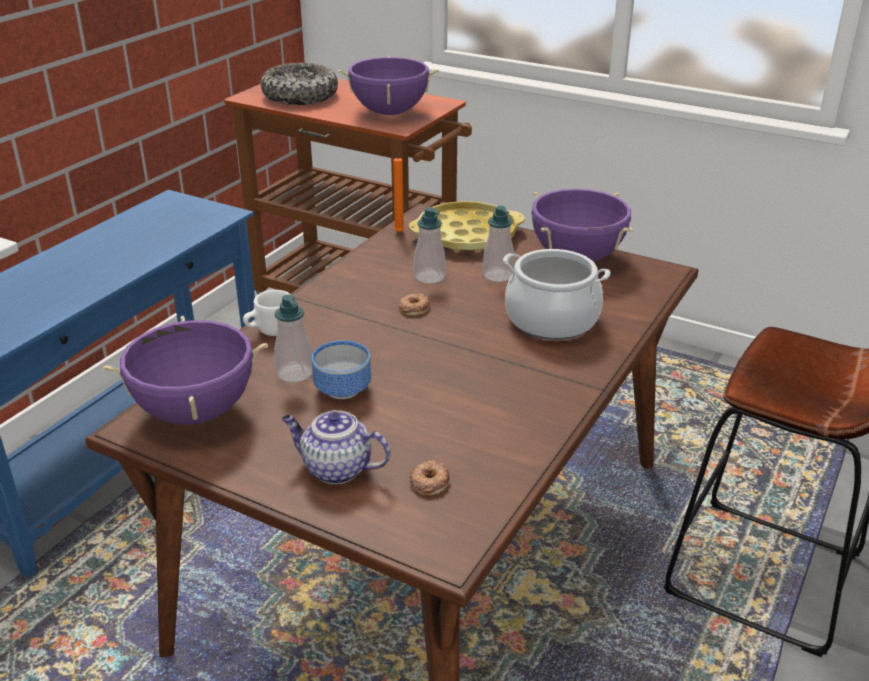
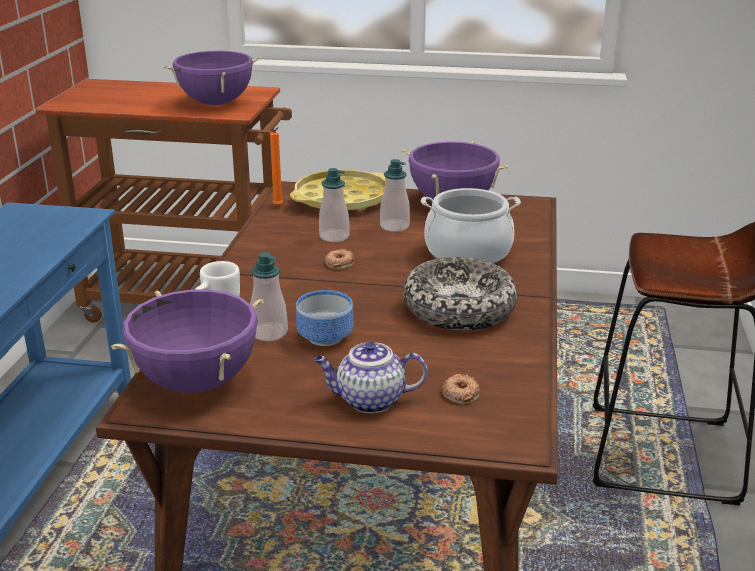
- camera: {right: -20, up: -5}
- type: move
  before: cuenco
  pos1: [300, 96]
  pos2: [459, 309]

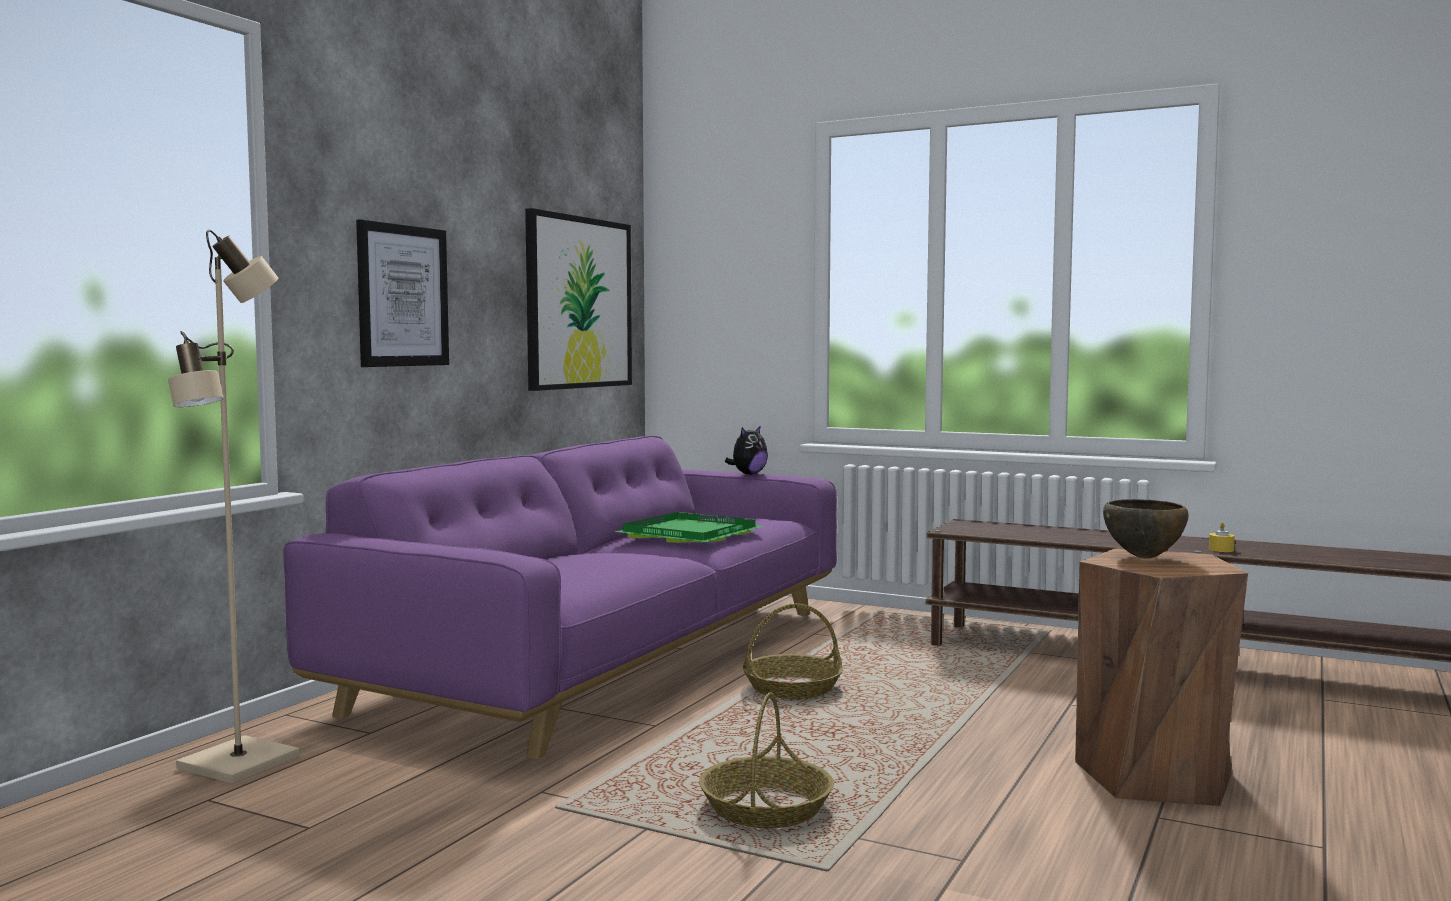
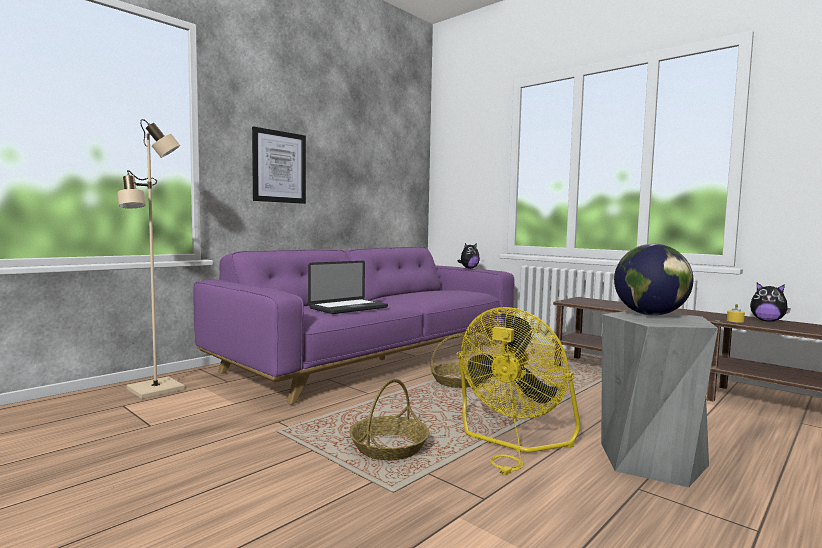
- camera: {right: 15, up: 0}
- type: insert
  after: portátil
  pos2: [348, 308]
- type: insert
  after: ventilador/amarillo
  pos2: [507, 440]
- type: recolor
  before: taburete/marrón
  after: taburete/gris
  pos1: [1155, 777]
  pos2: [651, 460]
- type: replace
  before: cuenco/marrón
  after: globo terráqueo
  pos1: [1144, 557]
  pos2: [650, 315]
- type: insert
  after: peluche
  pos2: [767, 321]
- type: delete
  before: cuadro
  pos1: [579, 303]
- type: delete
  before: bandeja/verde
  pos1: [687, 534]

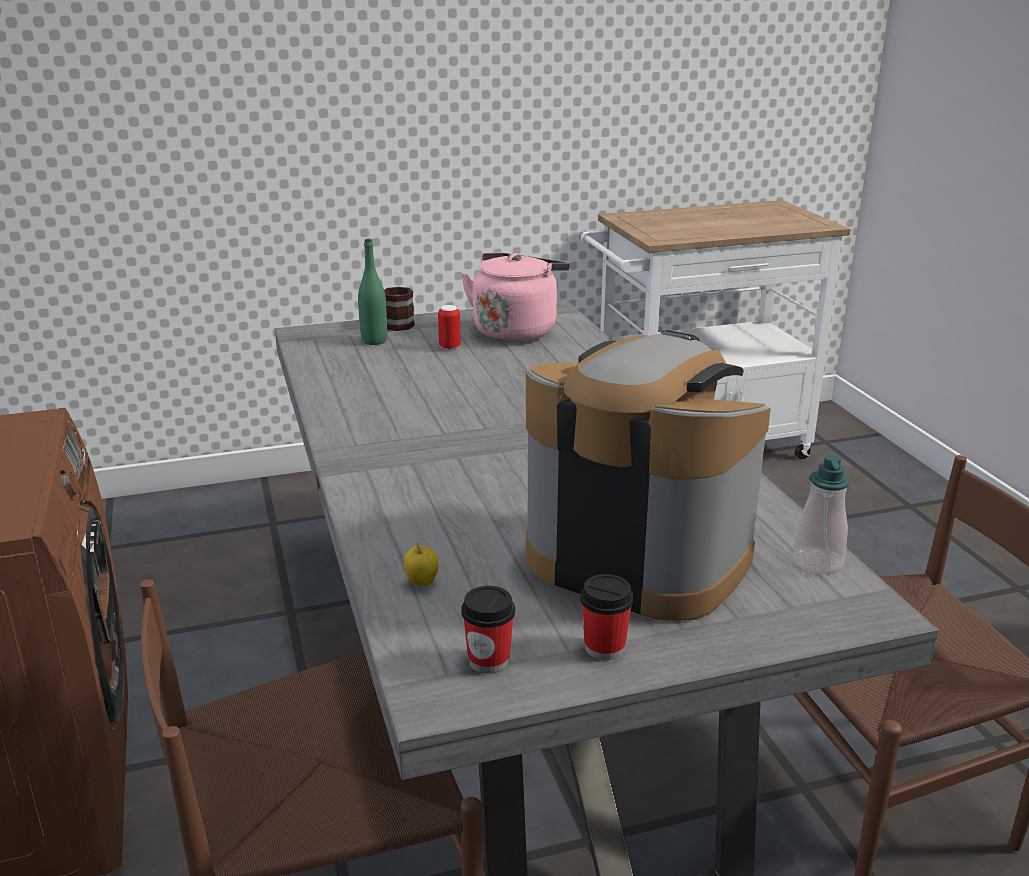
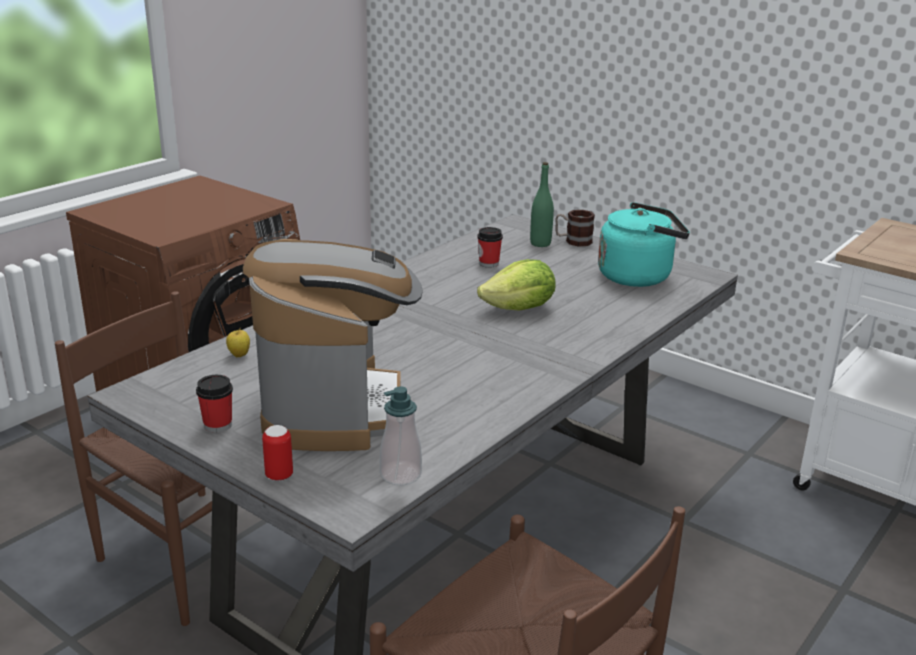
- camera: {right: 55, up: 0}
- type: move
  before: lata
  pos1: [449, 347]
  pos2: [279, 476]
- type: move
  before: taza
  pos1: [488, 660]
  pos2: [489, 264]
- type: insert
  after: lechuga
  pos2: [519, 309]
- type: recolor
  before: hervidor/rosa
  after: hervidor/turquesa
  pos1: [516, 330]
  pos2: [638, 276]

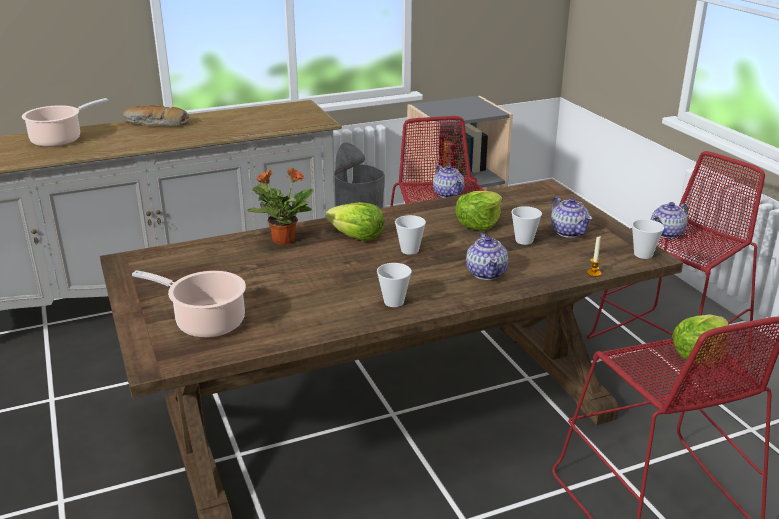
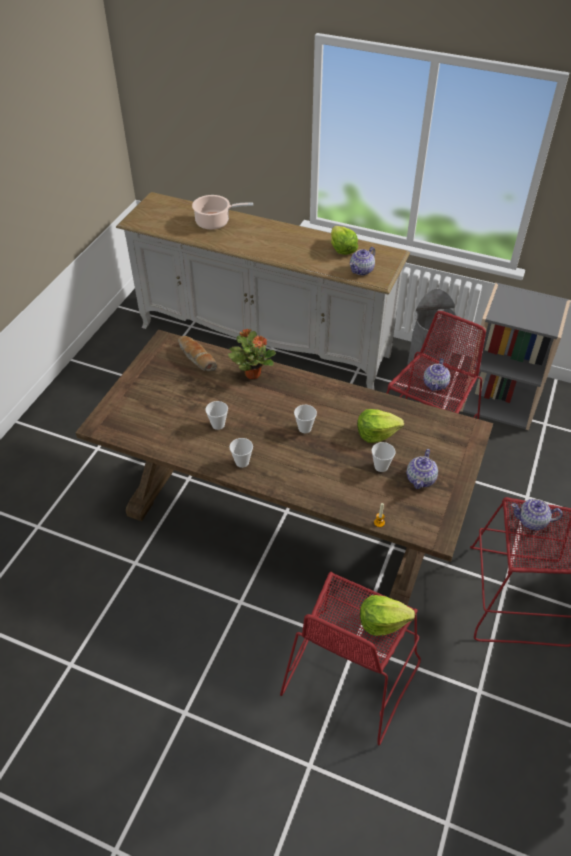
- camera: {right: 45, up: 20}
- type: move
  before: pan
  pos1: [156, 124]
  pos2: [196, 358]
- type: move
  before: taza
  pos1: [643, 254]
  pos2: [218, 425]
- type: move
  before: lechuga
  pos1: [357, 236]
  pos2: [342, 249]
- type: move
  before: tetera
  pos1: [486, 273]
  pos2: [362, 270]
- type: delete
  before: olla
  pos1: [206, 322]

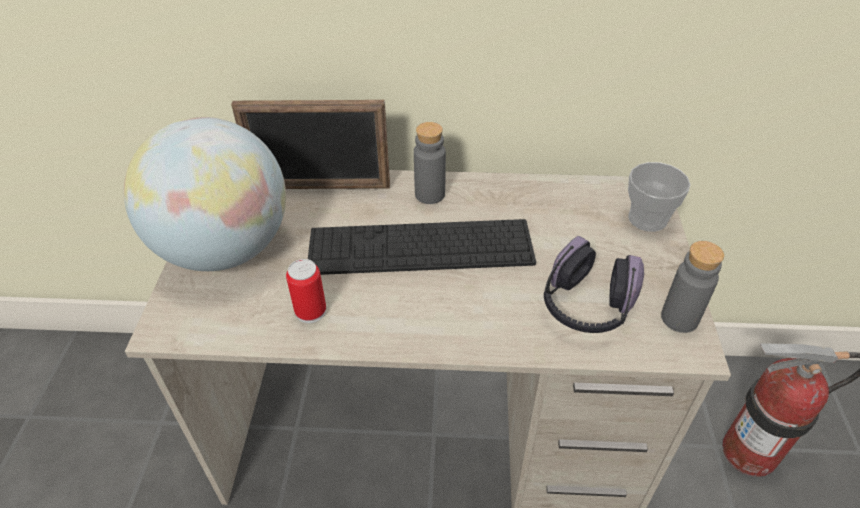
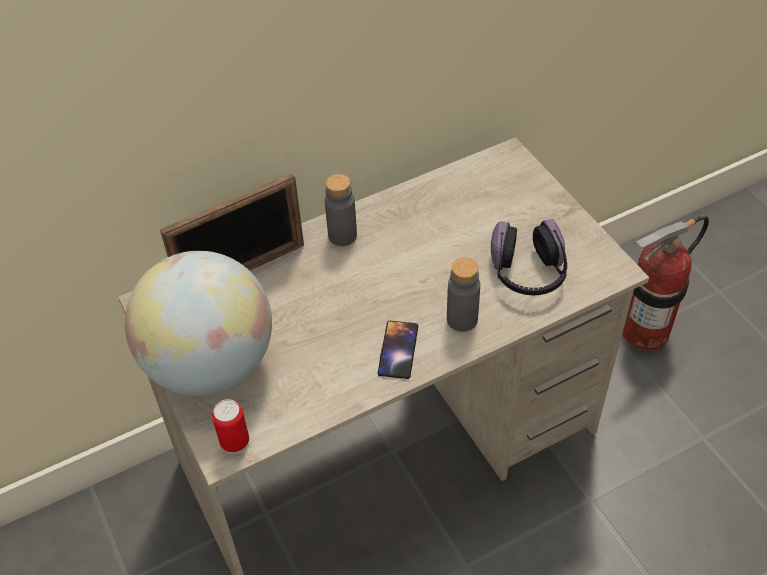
- camera: {right: -30, up: 5}
- type: move
  before: lata
  pos1: [310, 311]
  pos2: [235, 442]
- type: insert
  after: móvil
  pos2: [398, 350]
- type: move
  before: botella/gris
  pos1: [679, 318]
  pos2: [462, 319]
- type: delete
  before: teclado
  pos1: [420, 247]
- type: delete
  before: taza
  pos1: [647, 219]

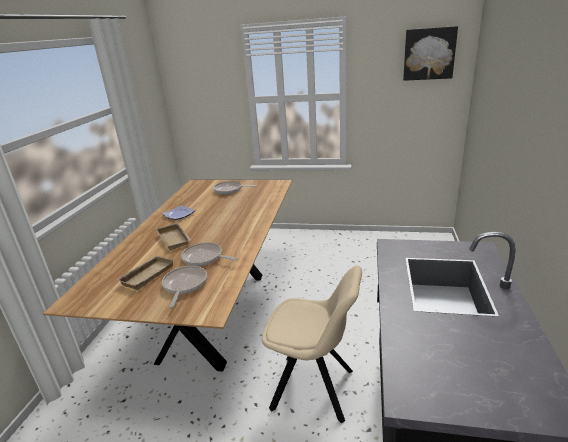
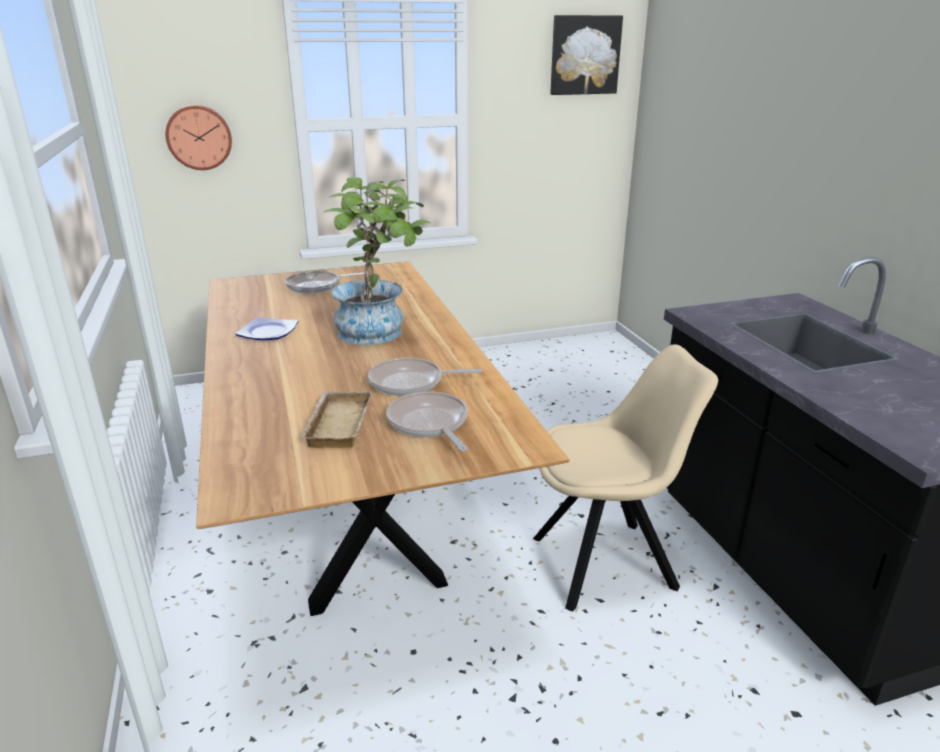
- camera: {right: -30, up: 0}
- type: insert
  after: reloj de pared
  pos2: [199, 137]
- type: insert
  after: planta en maceta
  pos2: [380, 333]
- type: delete
  before: bandeja/beis
  pos1: [175, 239]

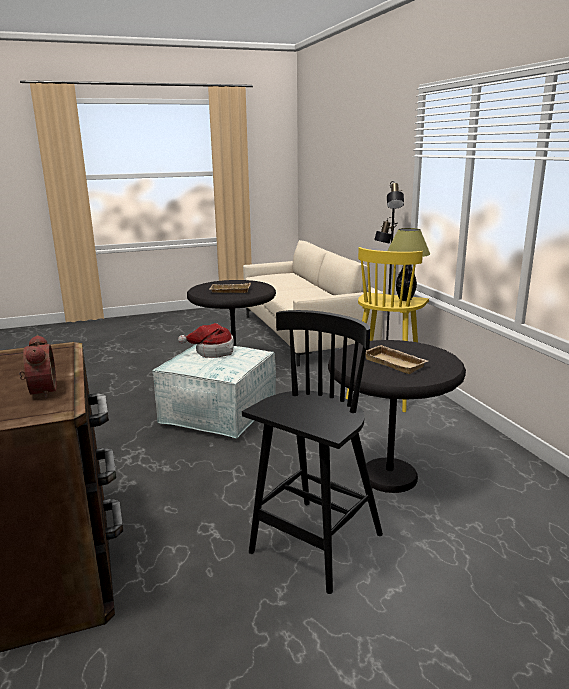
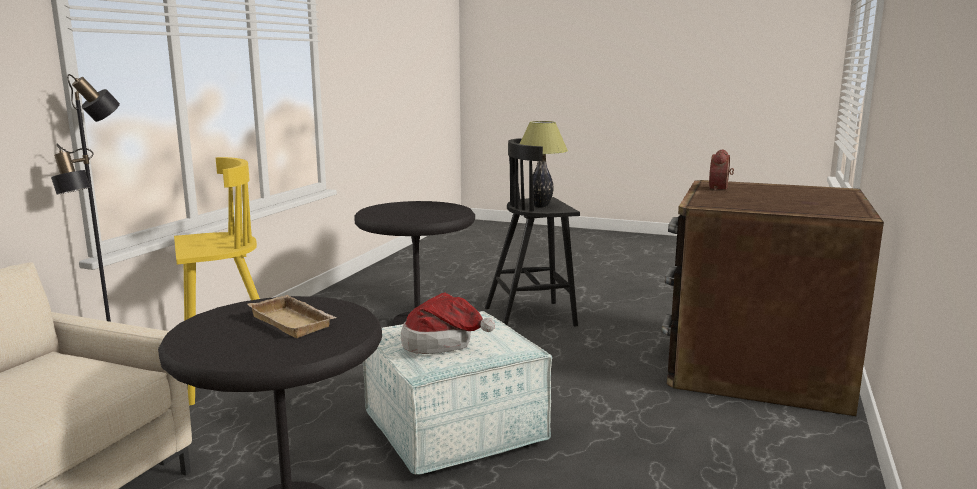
- camera: {right: -140, up: -5}
- type: move
  before: lámpara de mesa
  pos1: [405, 300]
  pos2: [541, 206]
- type: delete
  before: bandeja/beis
  pos1: [396, 363]

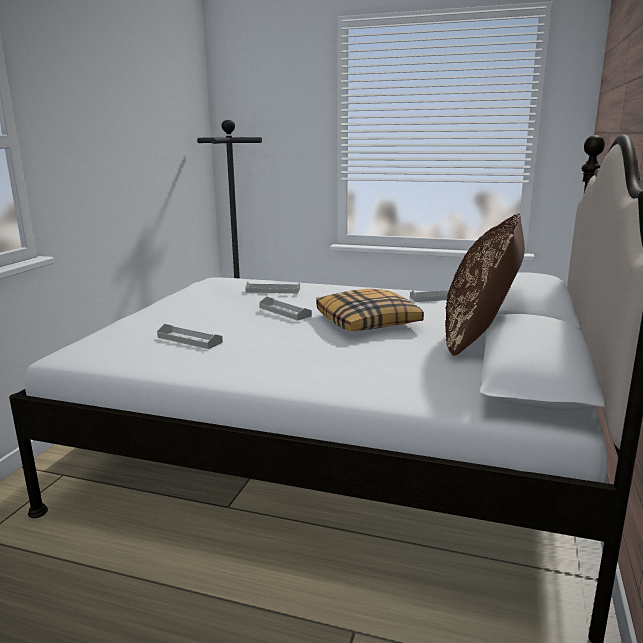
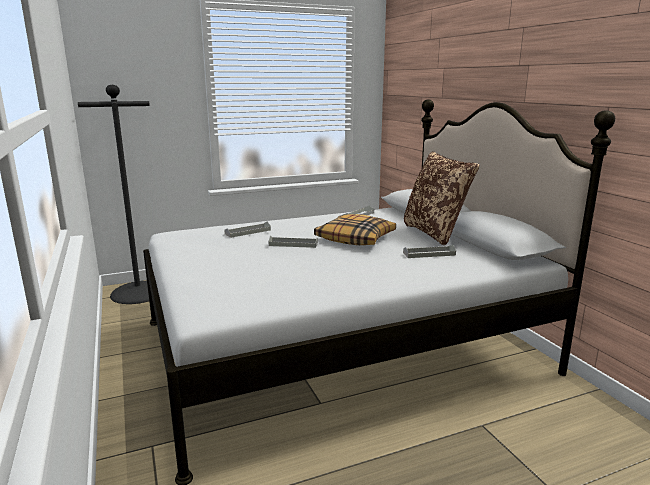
- camera: {right: -40, up: 0}
- type: move
  before: bandeja/gris
  pos1: [189, 340]
  pos2: [429, 254]

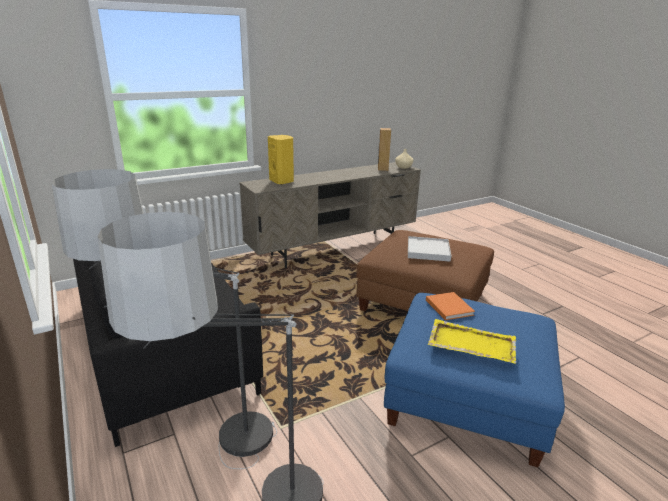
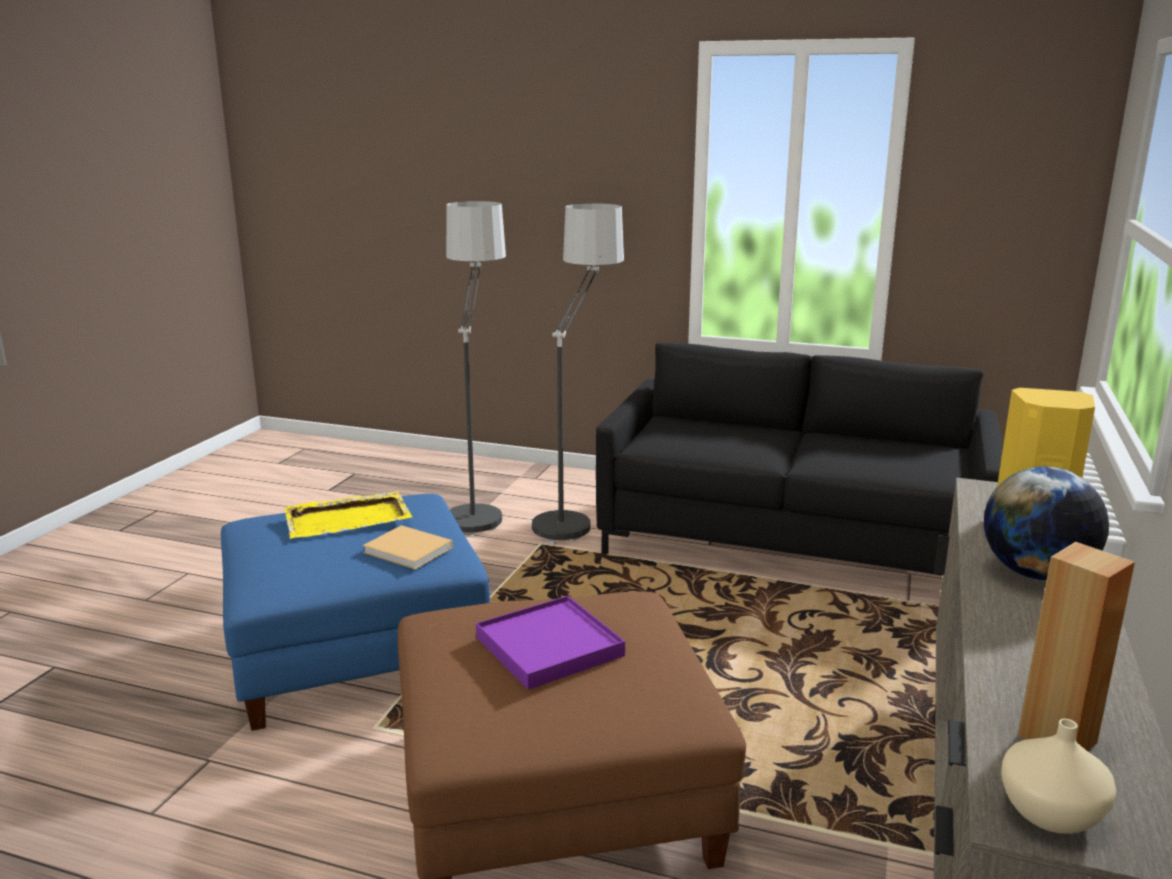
- camera: {right: 140, up: -5}
- type: recolor
  before: libro/naranja
  after: libro/beis
  pos1: [448, 306]
  pos2: [410, 551]
- type: recolor
  before: bandeja/blanco
  after: bandeja/morado
  pos1: [428, 251]
  pos2: [549, 647]
- type: insert
  after: globo terráqueo
  pos2: [1036, 574]

